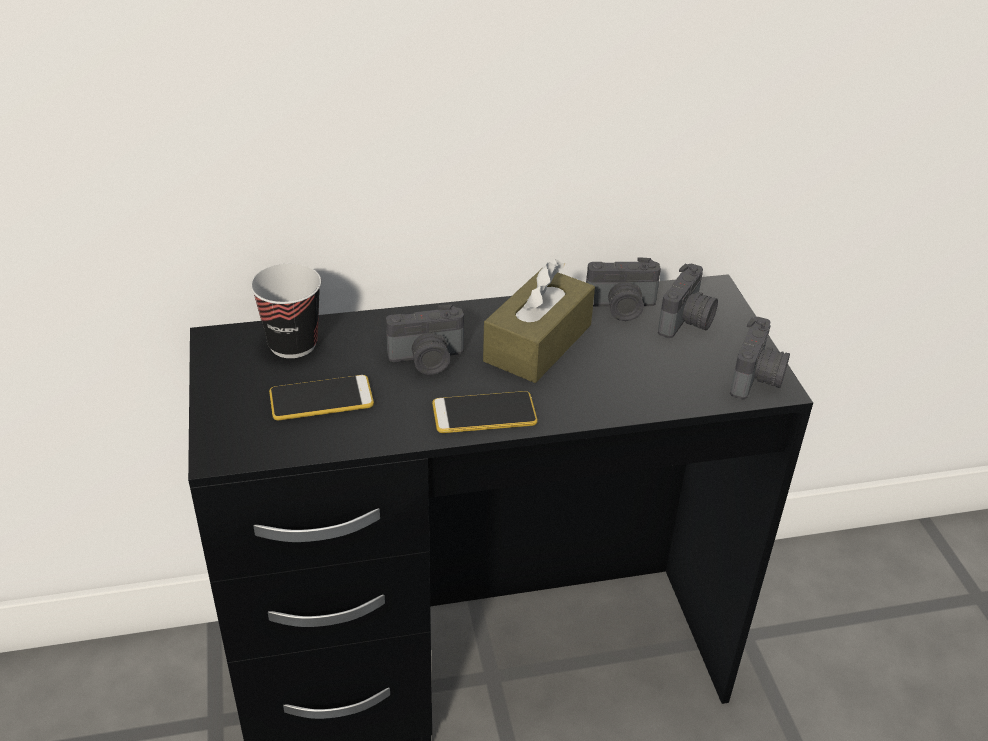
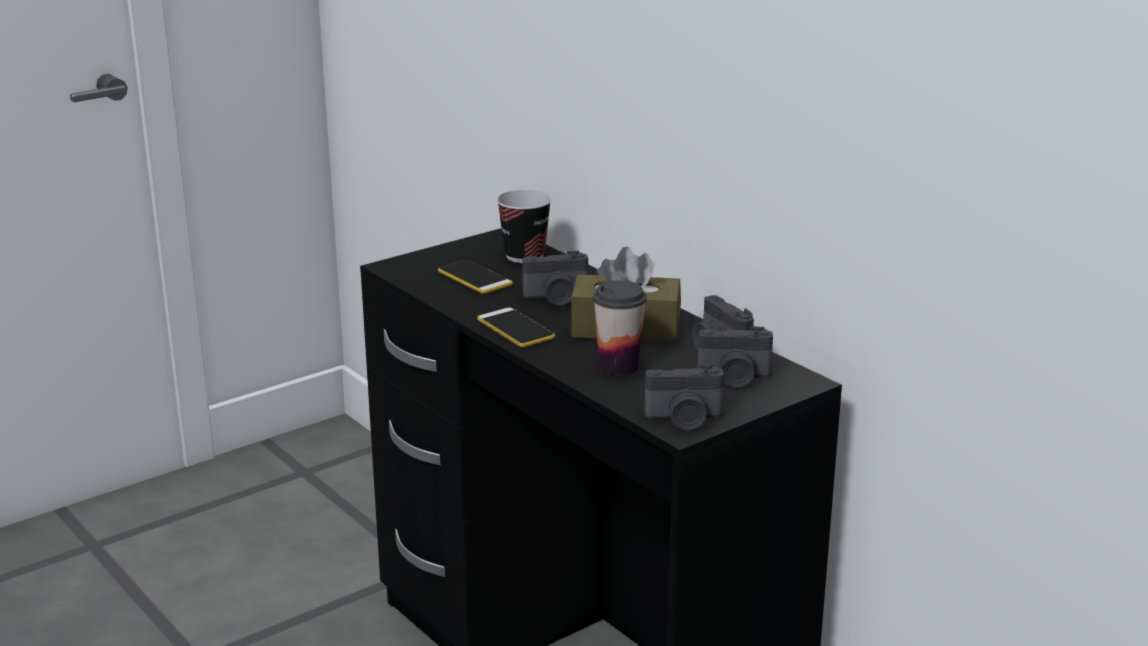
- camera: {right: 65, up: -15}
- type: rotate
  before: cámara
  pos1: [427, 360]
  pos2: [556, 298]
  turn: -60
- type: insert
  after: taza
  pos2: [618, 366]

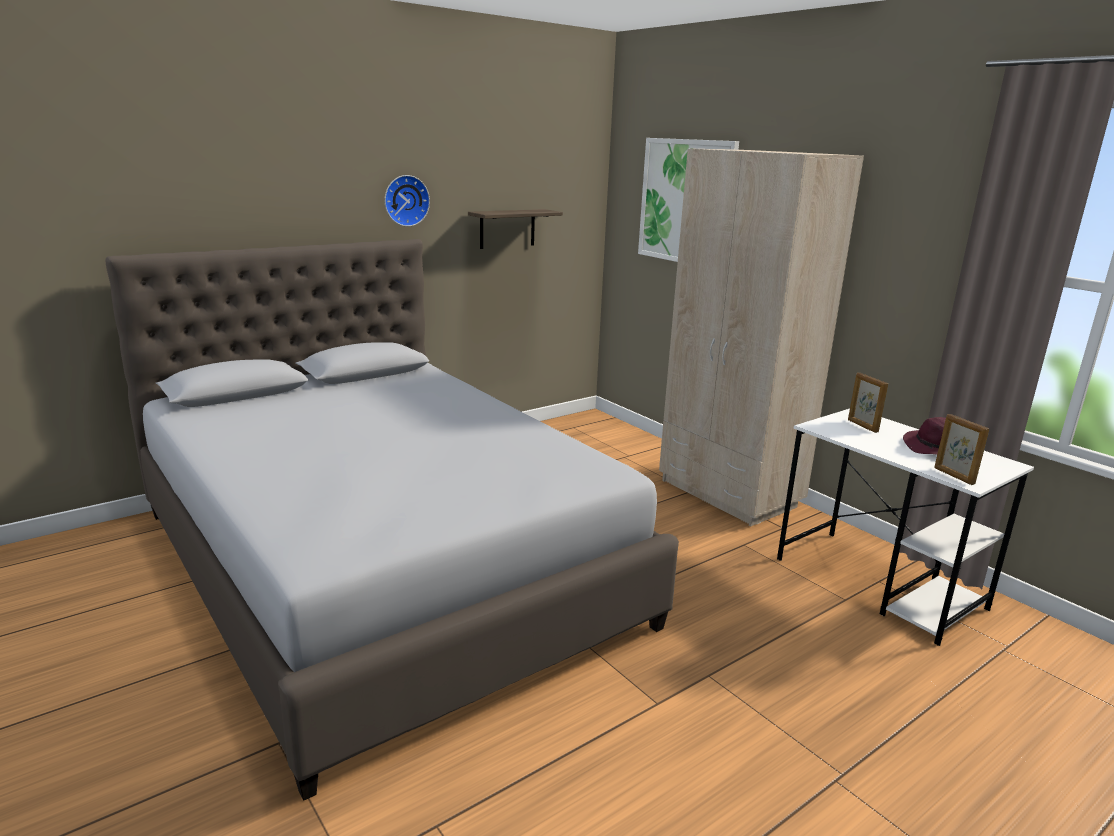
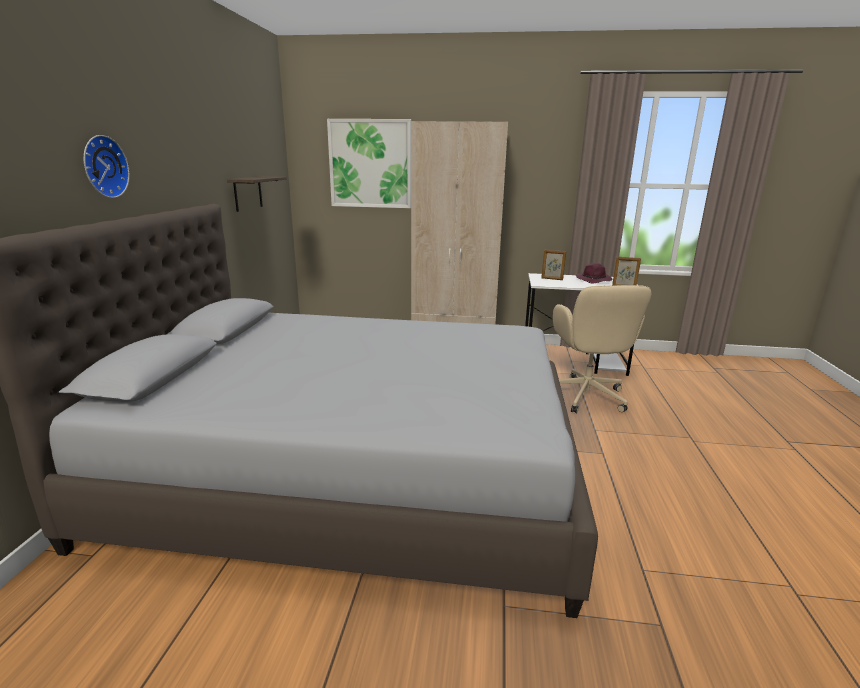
- camera: {right: -45, up: 0}
- type: move
  before: reloj de pared
  pos1: [405, 200]
  pos2: [103, 167]
- type: insert
  after: silla de oficina/beis
  pos2: [585, 396]

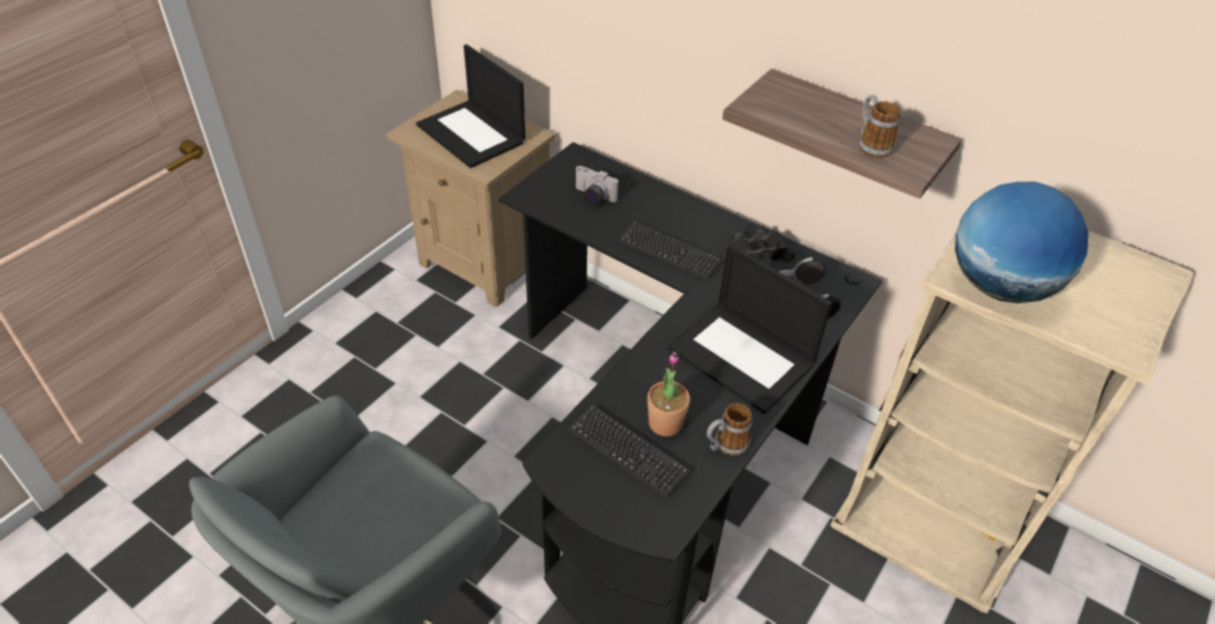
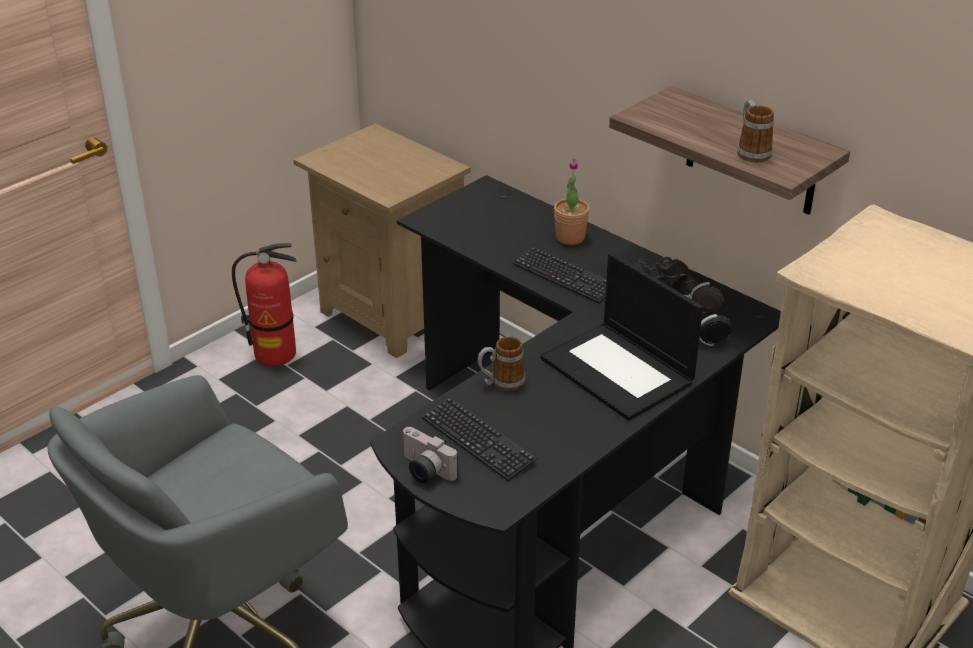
- camera: {right: 10, up: -10}
- type: insert
  after: extintor
  pos2: [275, 354]
- type: move
  before: cámara
  pos1: [593, 197]
  pos2: [424, 471]
- type: move
  before: taza grande
  pos1: [725, 445]
  pos2: [501, 383]
- type: move
  before: planta en maceta
  pos1: [665, 423]
  pos2: [570, 237]
- type: delete
  before: portátil
  pos1: [472, 134]
- type: delete
  before: globo terráqueo
  pos1: [999, 286]

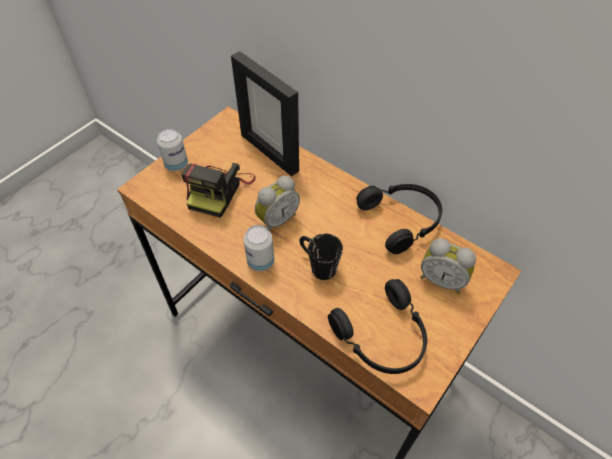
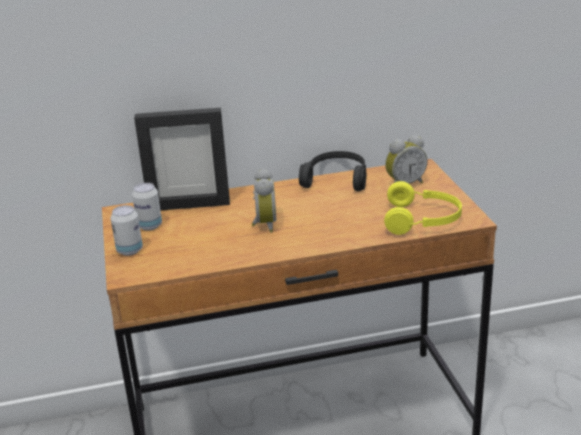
- camera: {right: -50, up: -25}
- type: move
  before: lata
  pos1: [260, 262]
  pos2: [149, 226]
- type: recolor
  before: auriculares/negro
  after: auriculares/amarillo
  pos1: [383, 337]
  pos2: [423, 220]
- type: delete
  before: cámara
  pos1: [219, 190]
- type: delete
  before: taza grande/negro
  pos1: [317, 265]

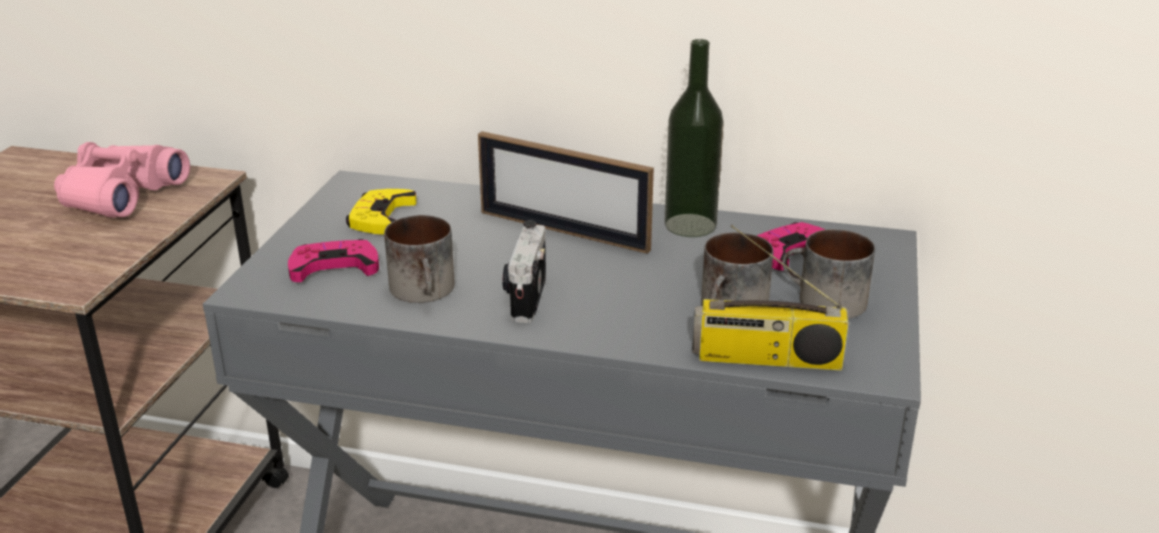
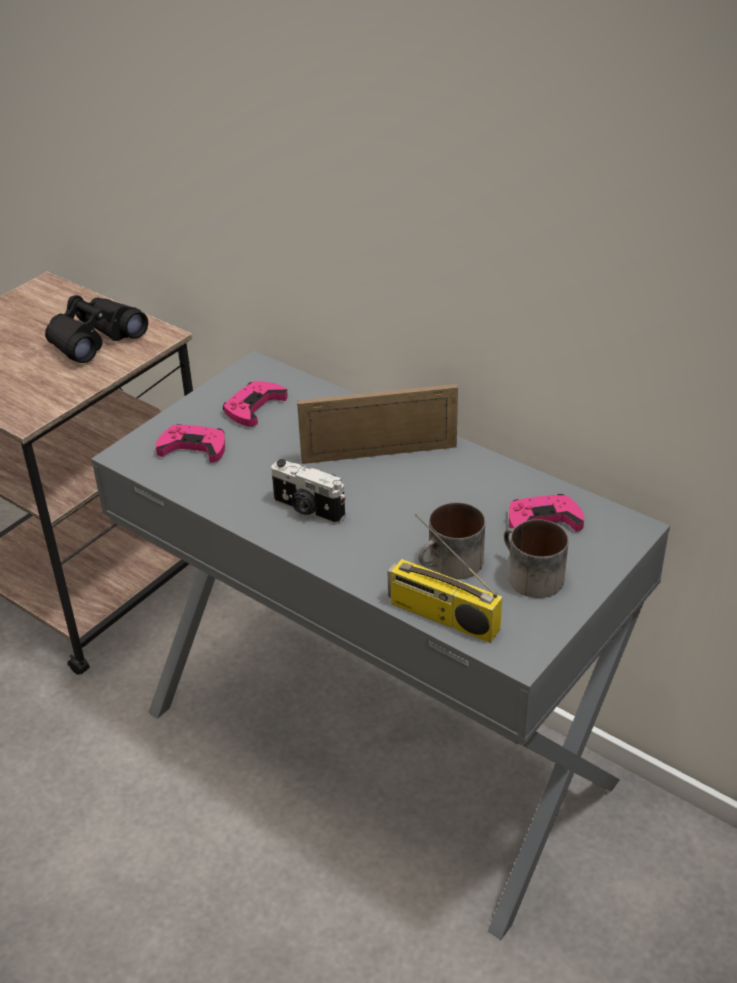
- camera: {right: 25, up: 10}
- type: recolor
  before: prismáticos/rosa
  after: prismáticos/negro
  pos1: [120, 195]
  pos2: [94, 339]
- type: recolor
  before: mando de consola/amarillo
  after: mando de consola/rosa
  pos1: [381, 218]
  pos2: [254, 407]
- type: rotate
  before: cámara
  pos1: [525, 296]
  pos2: [308, 510]
  turn: -90
- type: rotate
  before: portarretratos
  pos1: [563, 231]
  pos2: [379, 453]
  turn: 120
- type: delete
  before: taza grande
  pos1: [426, 291]
- type: delete
  before: botella
  pos1: [690, 225]

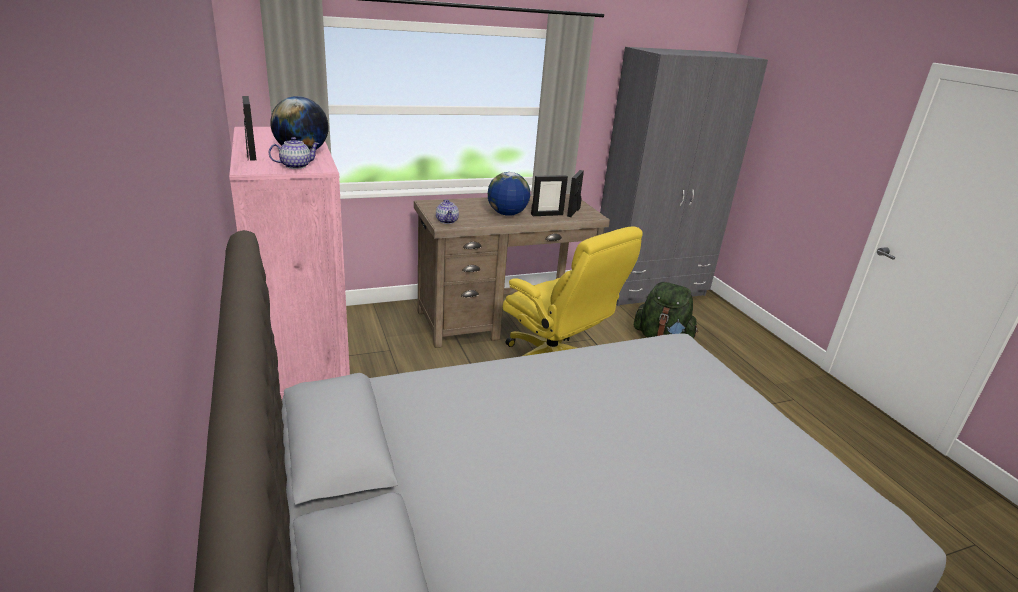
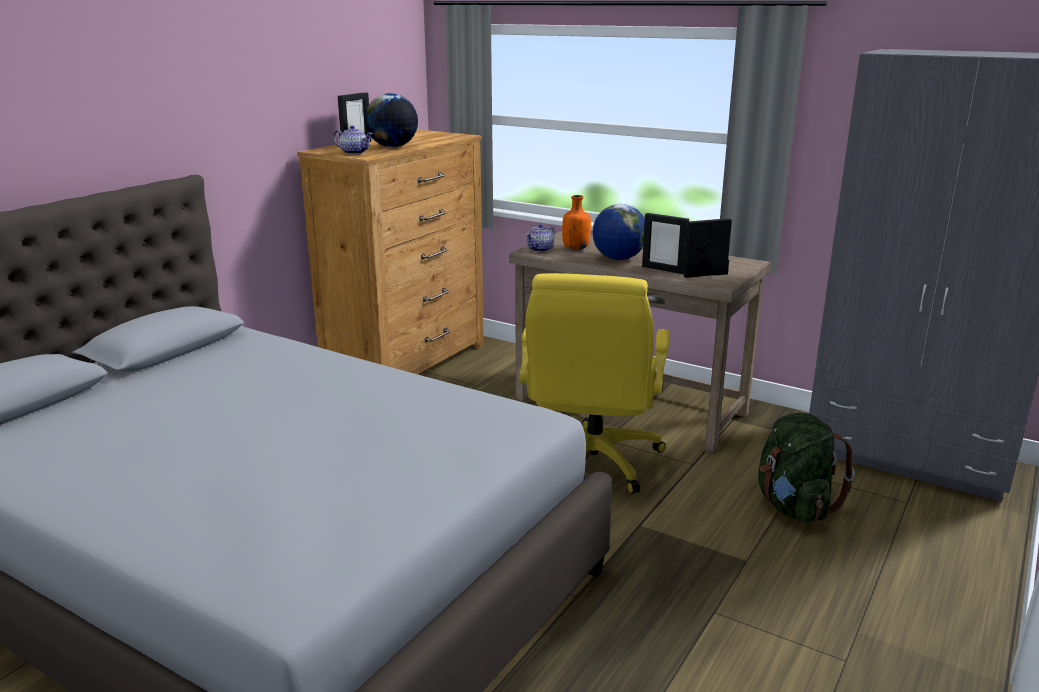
- camera: {right: 55, up: -5}
- type: recolor
  before: cómoda/rosa
  after: cómoda/marrón
  pos1: [302, 358]
  pos2: [407, 363]
- type: insert
  after: botella/naranja
  pos2: [575, 248]

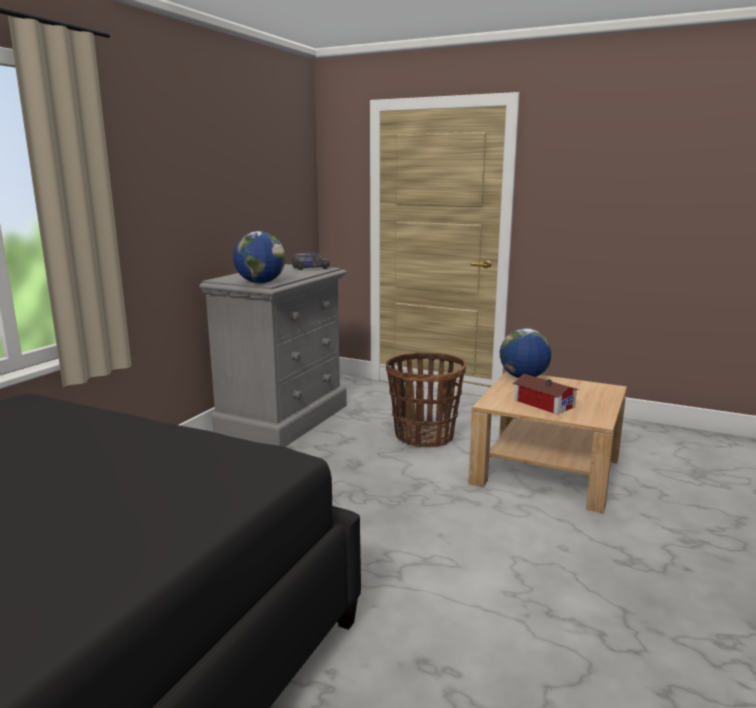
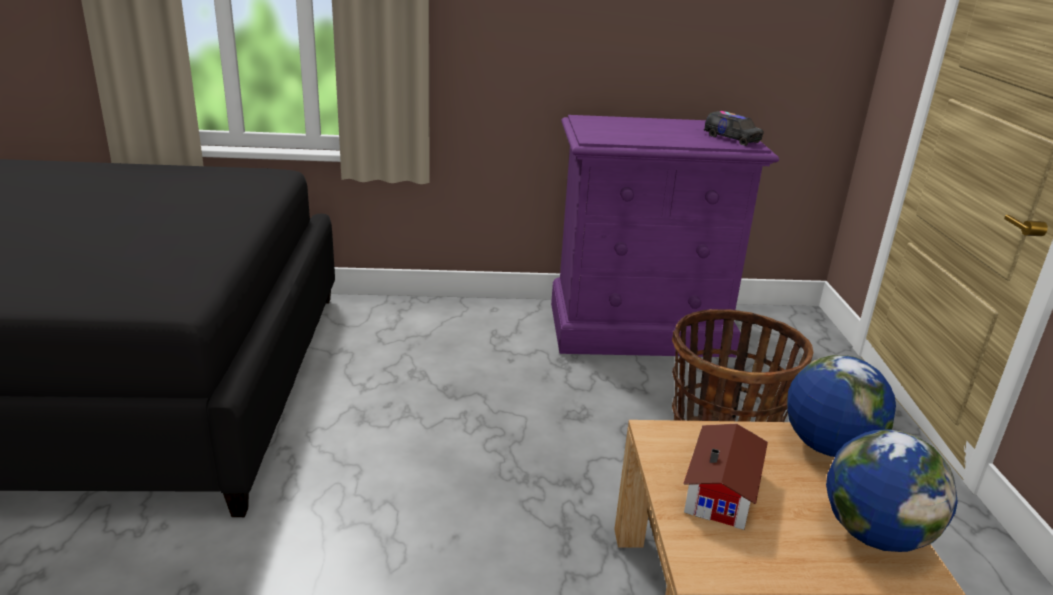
- camera: {right: 60, up: 10}
- type: recolor
  before: cómoda/gris
  after: cómoda/morado
  pos1: [284, 419]
  pos2: [639, 329]
- type: move
  before: globo terráqueo
  pos1: [260, 283]
  pos2: [874, 534]

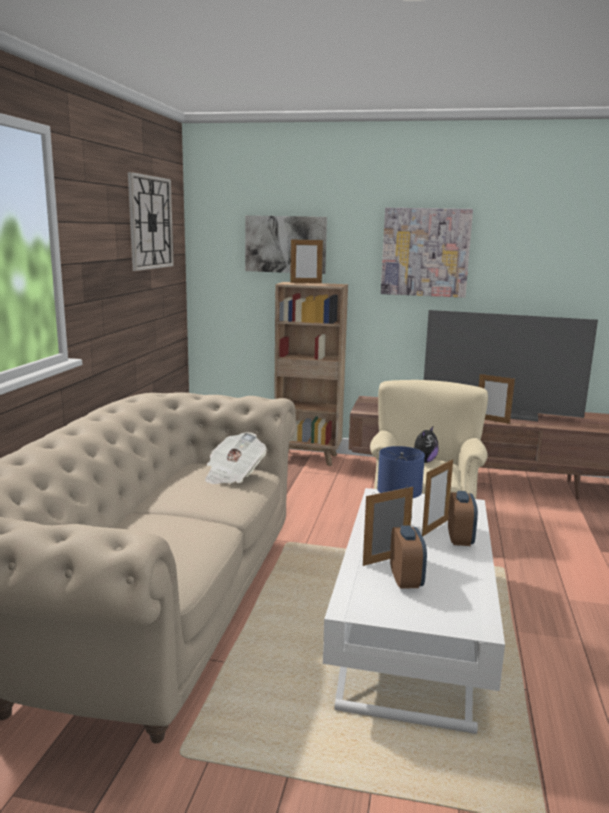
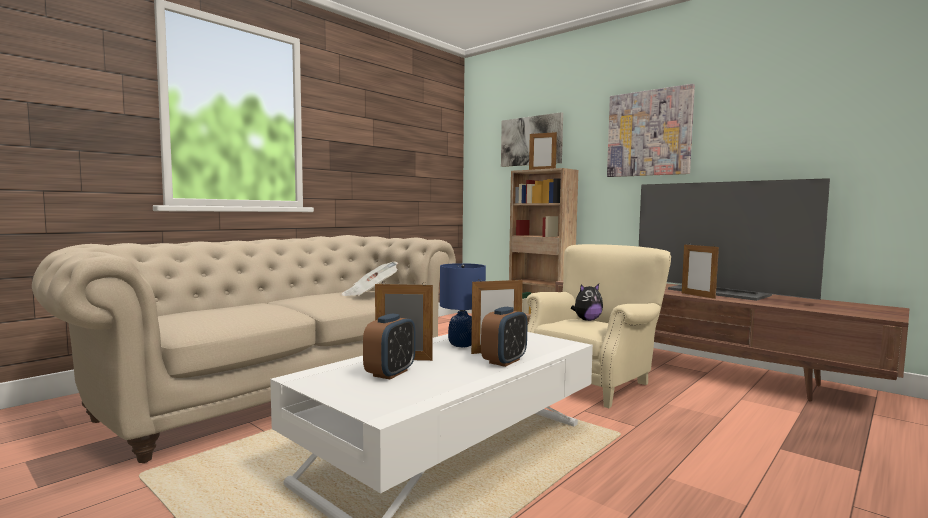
- camera: {right: 30, up: -10}
- type: delete
  before: reloj de pared
  pos1: [150, 222]

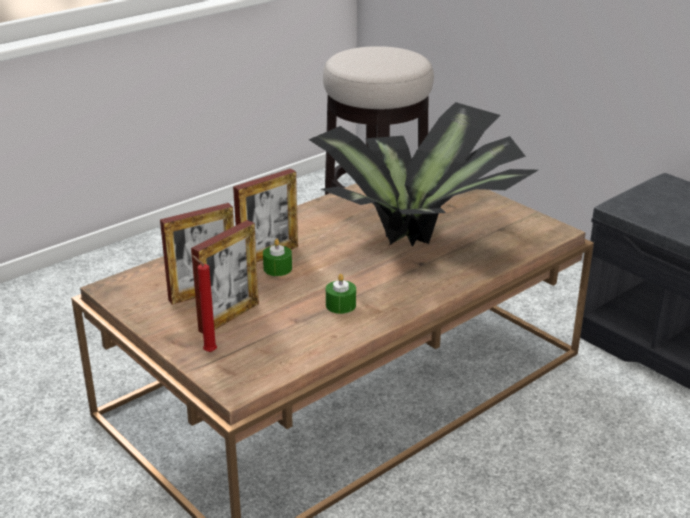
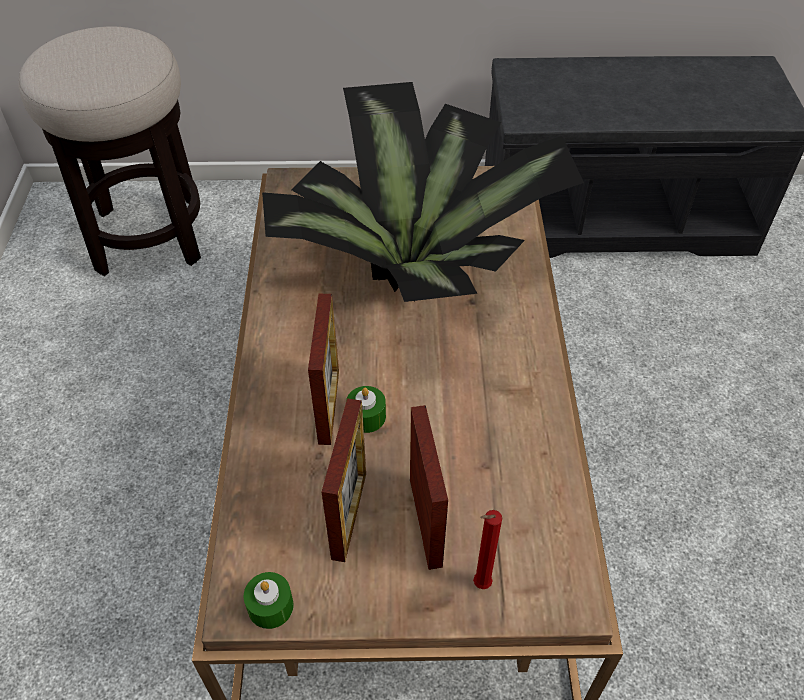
- camera: {right: -50, up: 20}
- type: move
  before: vela/verde
  pos1: [340, 305]
  pos2: [270, 606]

